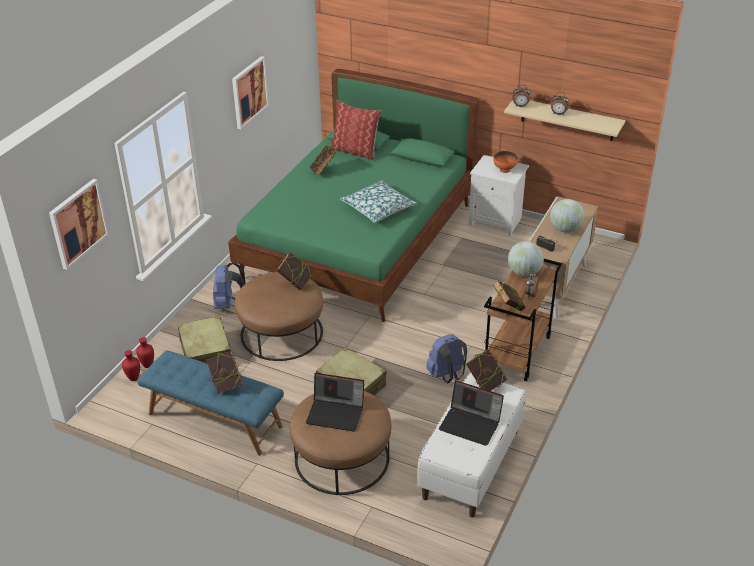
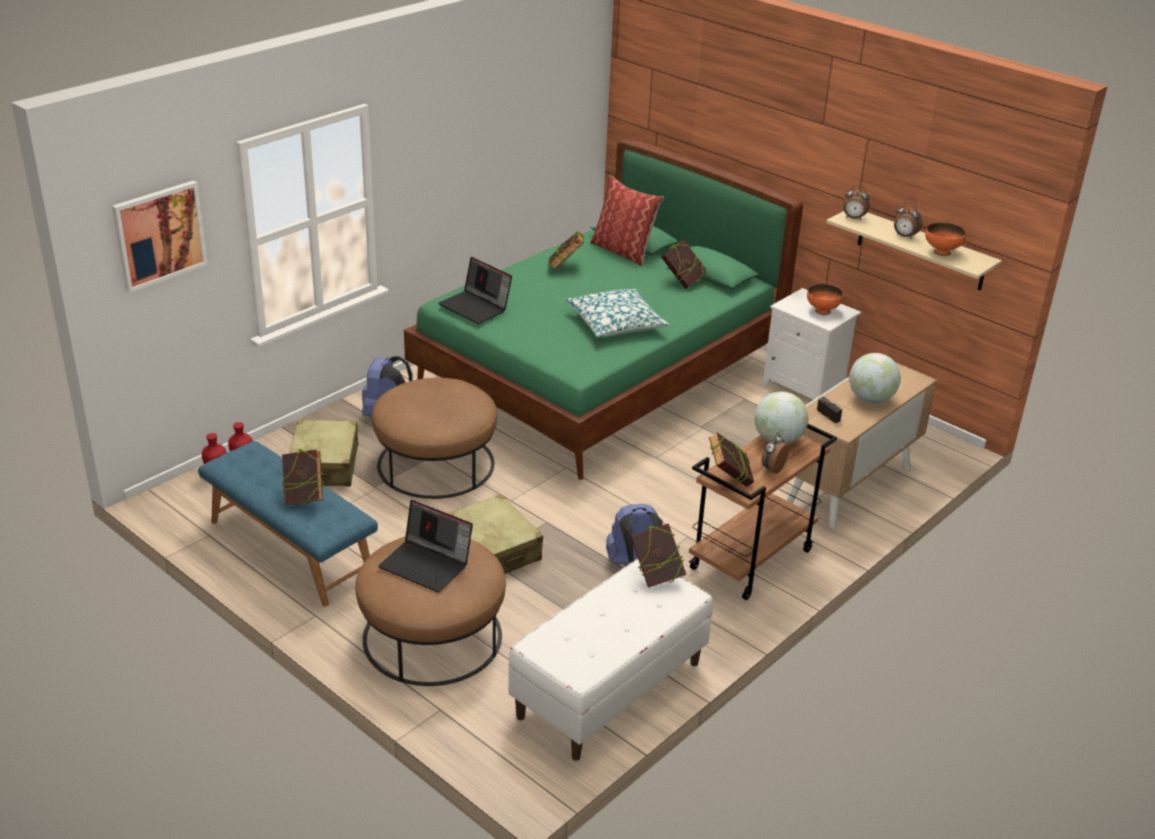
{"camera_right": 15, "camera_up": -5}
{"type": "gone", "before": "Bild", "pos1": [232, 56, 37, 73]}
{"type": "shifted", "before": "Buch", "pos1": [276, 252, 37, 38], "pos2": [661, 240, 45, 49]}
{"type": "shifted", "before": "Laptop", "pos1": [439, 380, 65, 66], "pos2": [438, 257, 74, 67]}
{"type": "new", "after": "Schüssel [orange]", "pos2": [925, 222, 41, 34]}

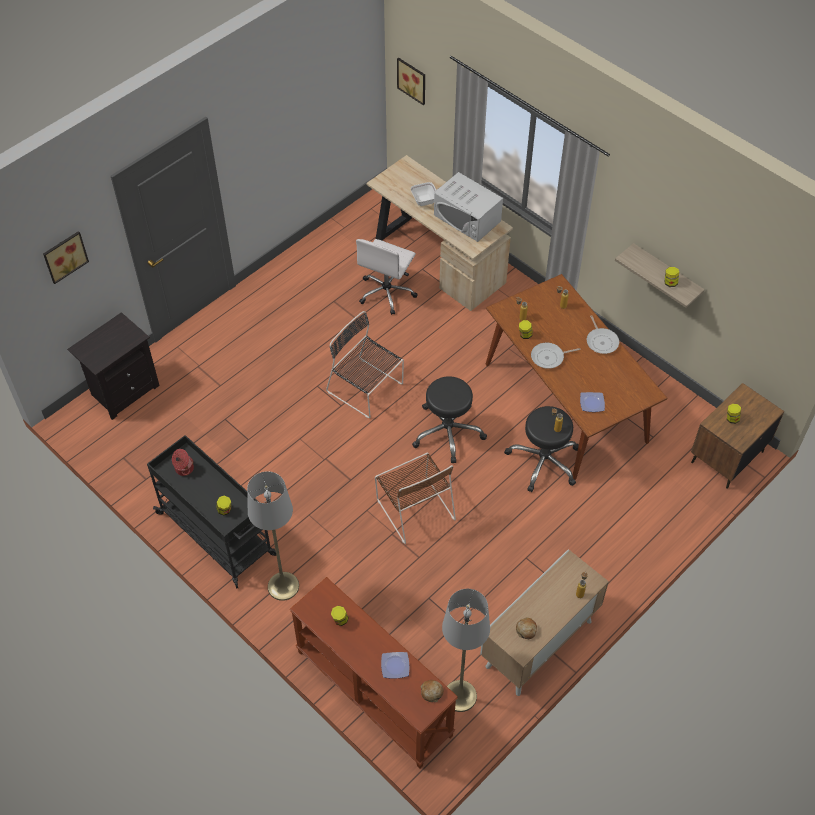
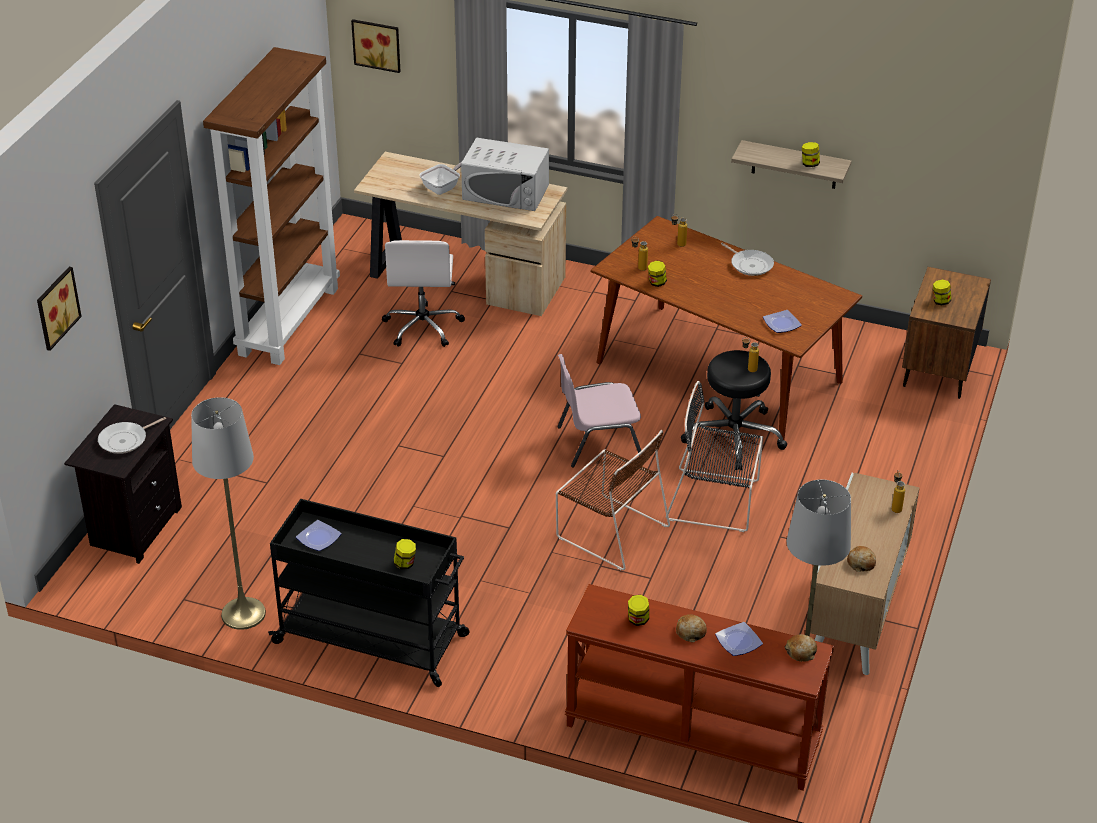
{"camera_right": -25, "camera_up": -15}
{"type": "shifted", "before": "Stuhl [schwarz]", "pos1": [326, 311, 78, 107], "pos2": [666, 381, 97, 151]}
{"type": "shifted", "before": "Pfanne", "pos1": [531, 343, 50, 26], "pos2": [98, 417, 68, 37]}
{"type": "swapped", "before": "Hocker [schwarz]", "after": "Stuhl [rosa]", "pos1": [412, 376, 75, 87], "pos2": [557, 354, 85, 114]}
{"type": "swapped", "before": "Kochtopf", "after": "Teller", "pos1": [172, 449, 22, 27], "pos2": [296, 520, 46, 31]}
{"type": "shifted", "before": "Stehlampe [grau]", "pos1": [247, 471, 52, 130], "pos2": [191, 397, 75, 233]}
{"type": "new", "after": "Bücherregal [braun]", "pos2": [203, 47, 137, 318]}
{"type": "new", "after": "Brot", "pos2": [676, 614, 31, 28]}

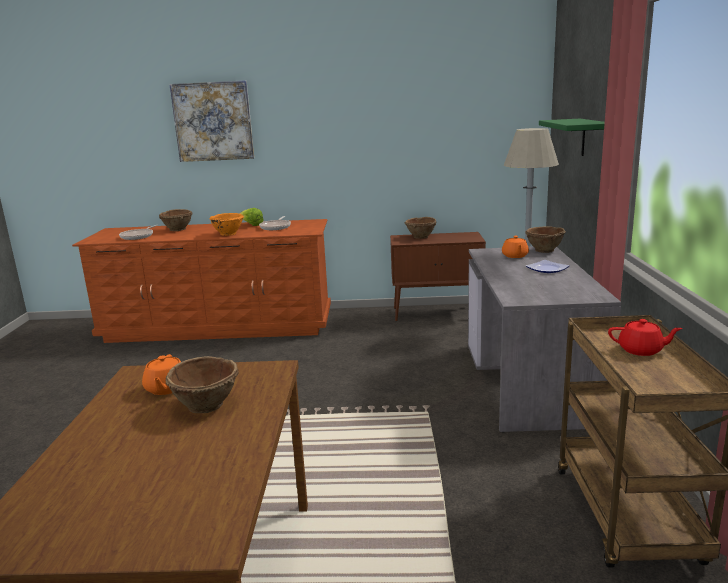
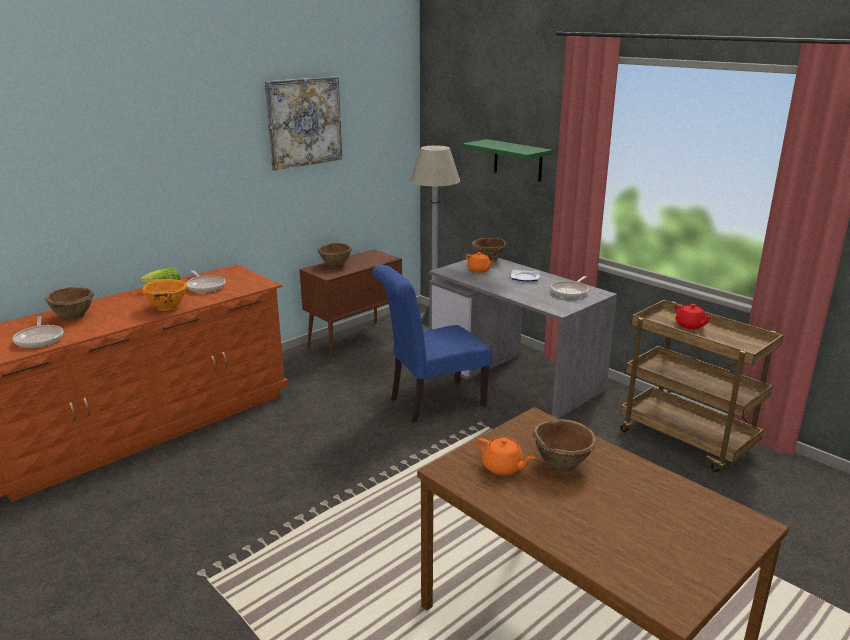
{"camera_right": -45, "camera_up": 5}
{"type": "shifted", "before": "Bild", "pos1": [169, 80, 85, 82], "pos2": [265, 76, 77, 94]}
{"type": "rotated", "before": "Teekanne [rot]", "pos1": [608, 319, 75, 37], "pos2": [674, 304, 39, 25], "turn": 90}
{"type": "new", "after": "Stuhl [blau]", "pos2": [372, 265, 120, 158]}
{"type": "new", "after": "Pfanne", "pos2": [551, 276, 38, 22]}

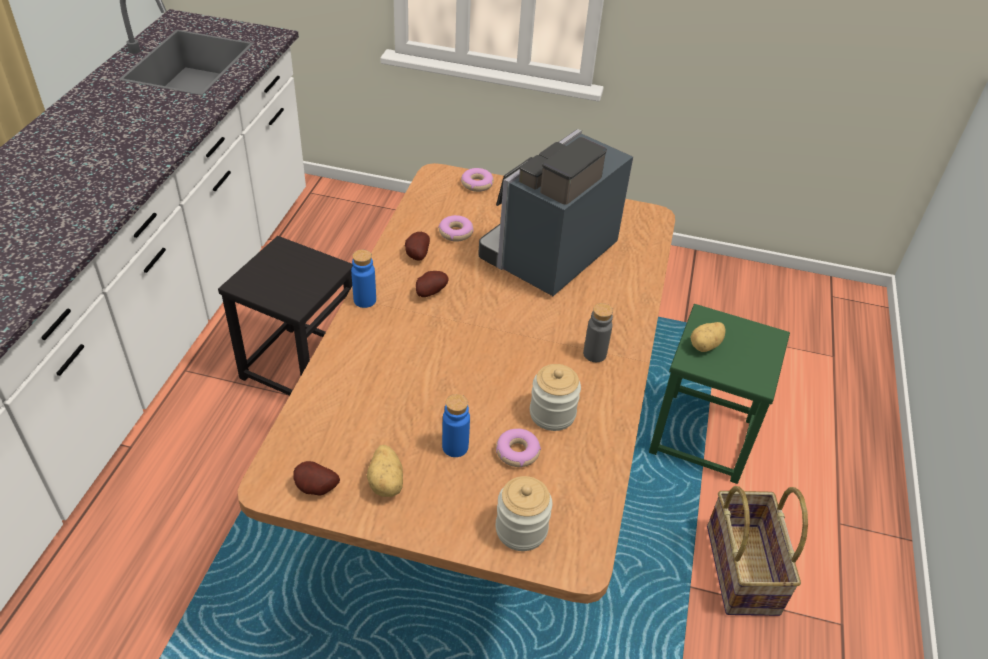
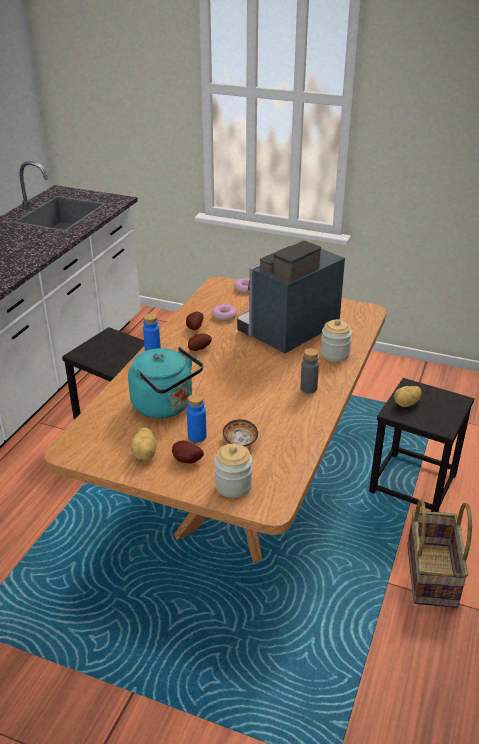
{"camera_right": 10, "camera_up": -10}
{"type": "repainted", "before": "Hocker [grün]", "after": "Hocker [schwarz]", "pos1": [649, 304, 141, 180], "pos2": [369, 378, 105, 134]}
{"type": "shifted", "before": "Vorratsglas", "pos1": [530, 364, 51, 67], "pos2": [321, 319, 31, 43]}
{"type": "swapped", "before": "Donut", "after": "Schüssel", "pos1": [496, 429, 45, 38], "pos2": [223, 419, 35, 28]}
{"type": "shifted", "before": "Kartoffel", "pos1": [293, 461, 47, 35], "pos2": [172, 440, 32, 24]}
{"type": "new", "after": "Wasserkessel [türkis]", "pos2": [128, 347, 75, 71]}

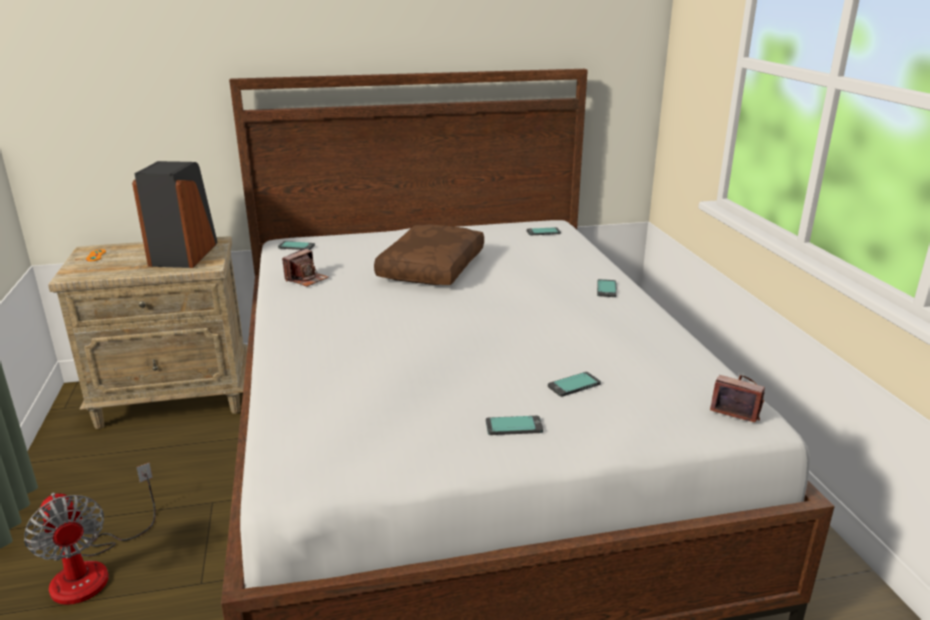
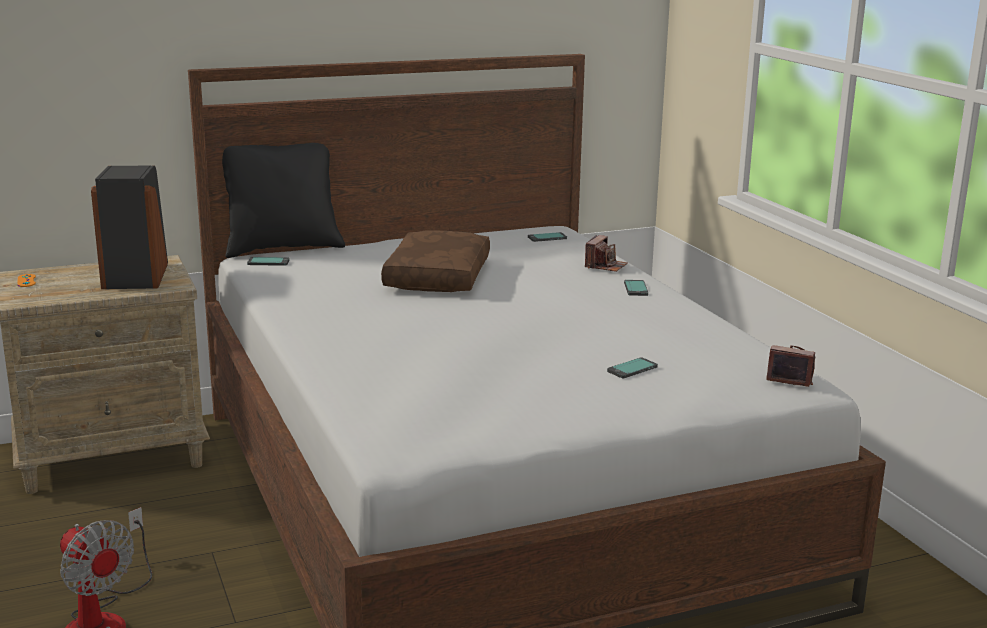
{"camera_right": -10, "camera_up": -5}
{"type": "shifted", "before": "Kamera", "pos1": [282, 249, 47, 38], "pos2": [585, 235, 43, 37]}
{"type": "gone", "before": "Handy", "pos1": [486, 416, 57, 19]}
{"type": "new", "after": "Kissen [schwarz]", "pos2": [222, 143, 123, 115]}

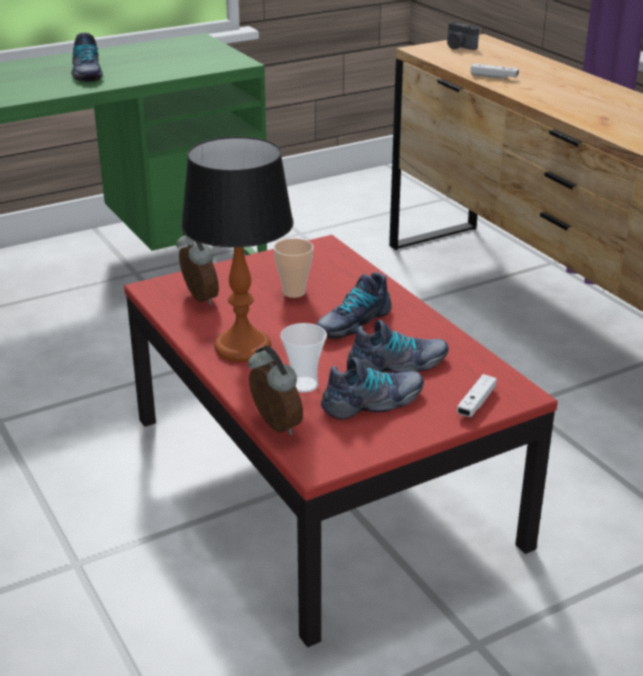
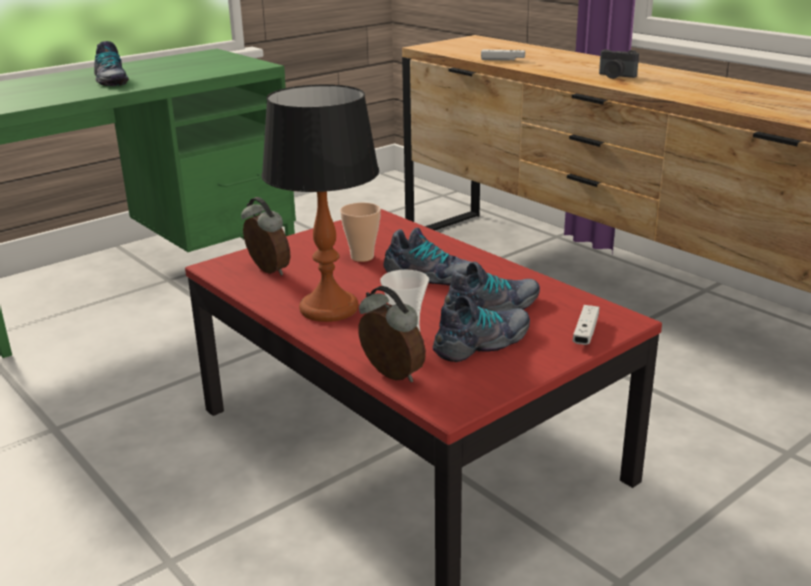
{"camera_right": -10, "camera_up": -5}
{"type": "shifted", "before": "Kamera", "pos1": [447, 22, 32, 28], "pos2": [599, 49, 40, 30]}
{"type": "rotated", "before": "Schuh", "pos1": [316, 272, 76, 67], "pos2": [384, 228, 87, 58], "turn": -105}

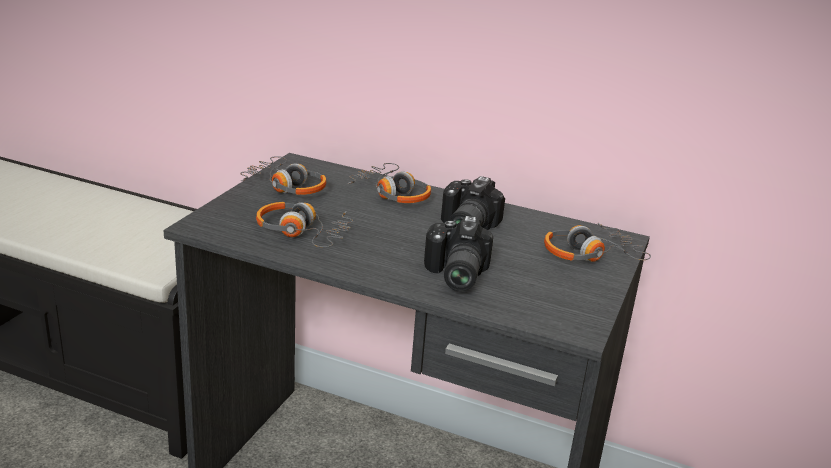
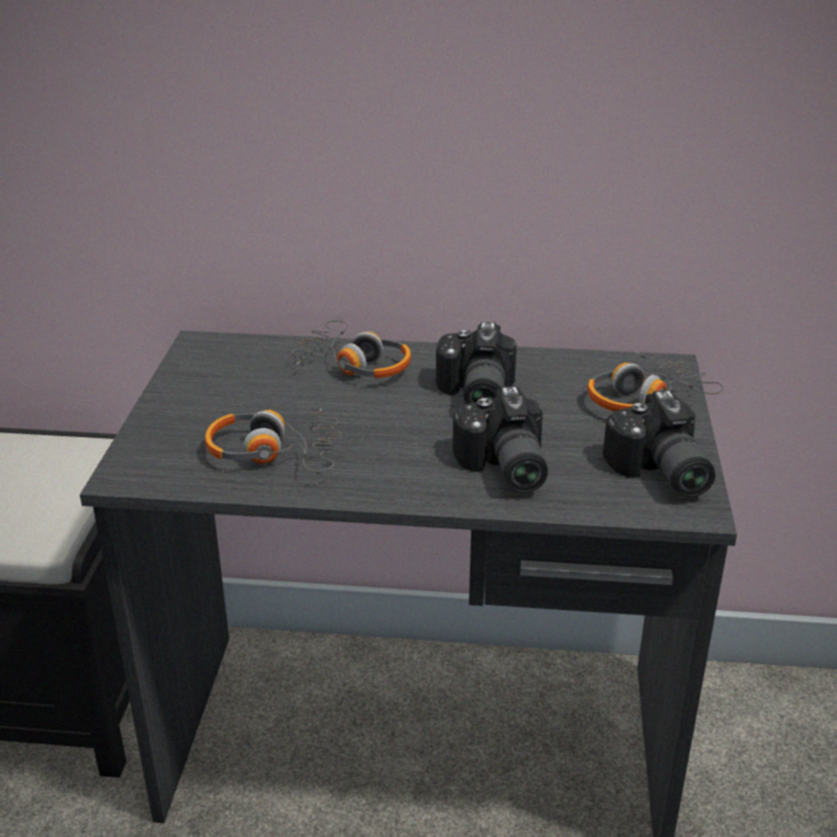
{"camera_right": -15, "camera_up": 5}
{"type": "gone", "before": "Kopfhörer", "pos1": [240, 156, 87, 39]}
{"type": "new", "after": "Kamera", "pos2": [603, 390, 112, 107]}

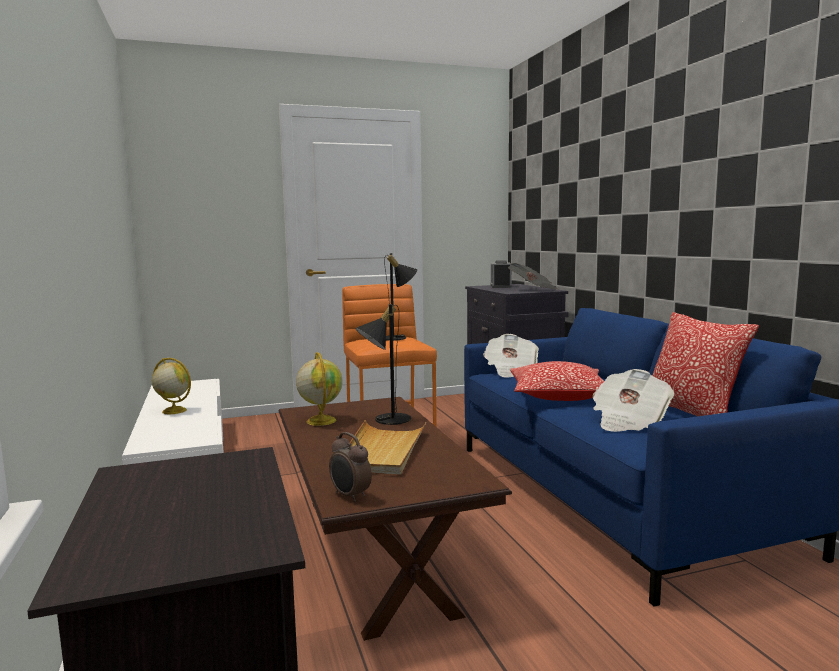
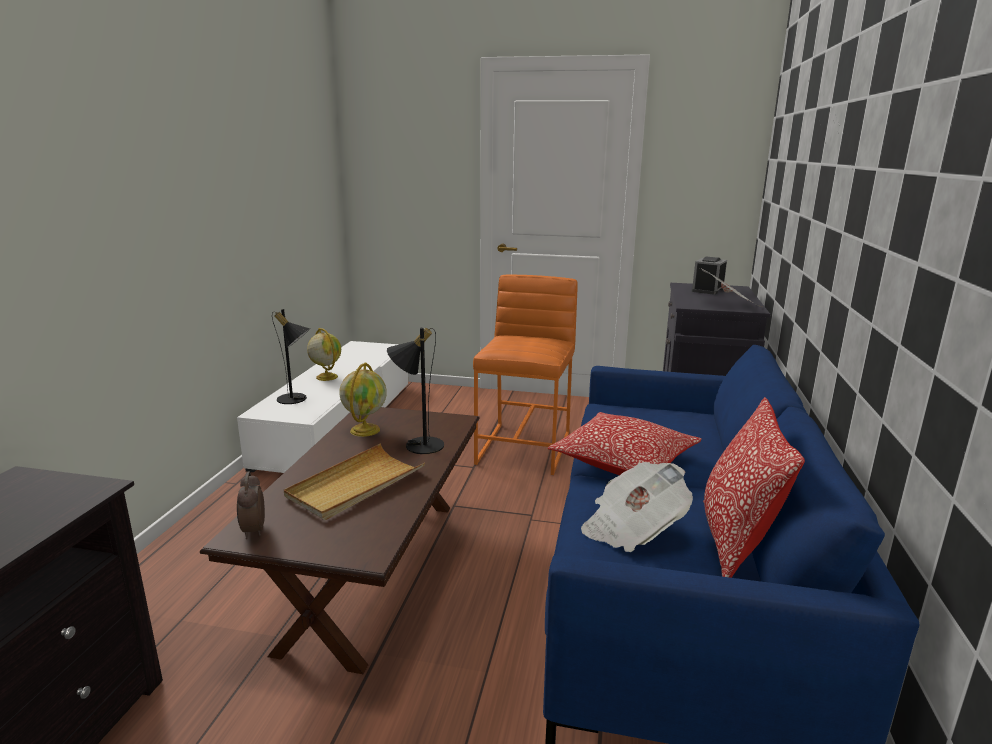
{"camera_right": 30, "camera_up": 10}
{"type": "shifted", "before": "Tischlampe [schwarz]", "pos1": [384, 253, 33, 88], "pos2": [272, 309, 38, 95]}
{"type": "gone", "before": "Zeitung", "pos1": [483, 334, 56, 44]}

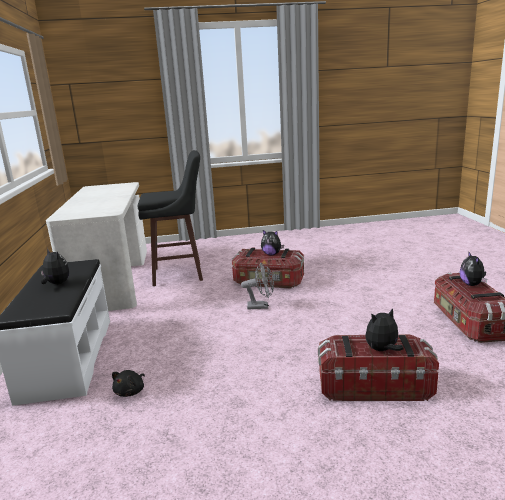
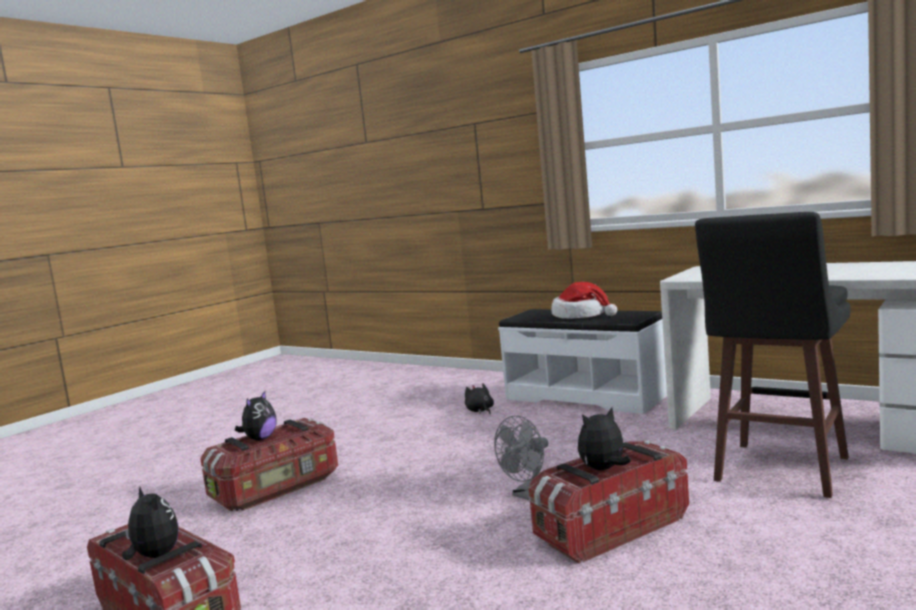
{"camera_right": 135, "camera_up": -10}
{"type": "swapped", "before": "Plüschtier", "after": "Hut", "pos1": [41, 248, 28, 37], "pos2": [551, 282, 66, 37]}

